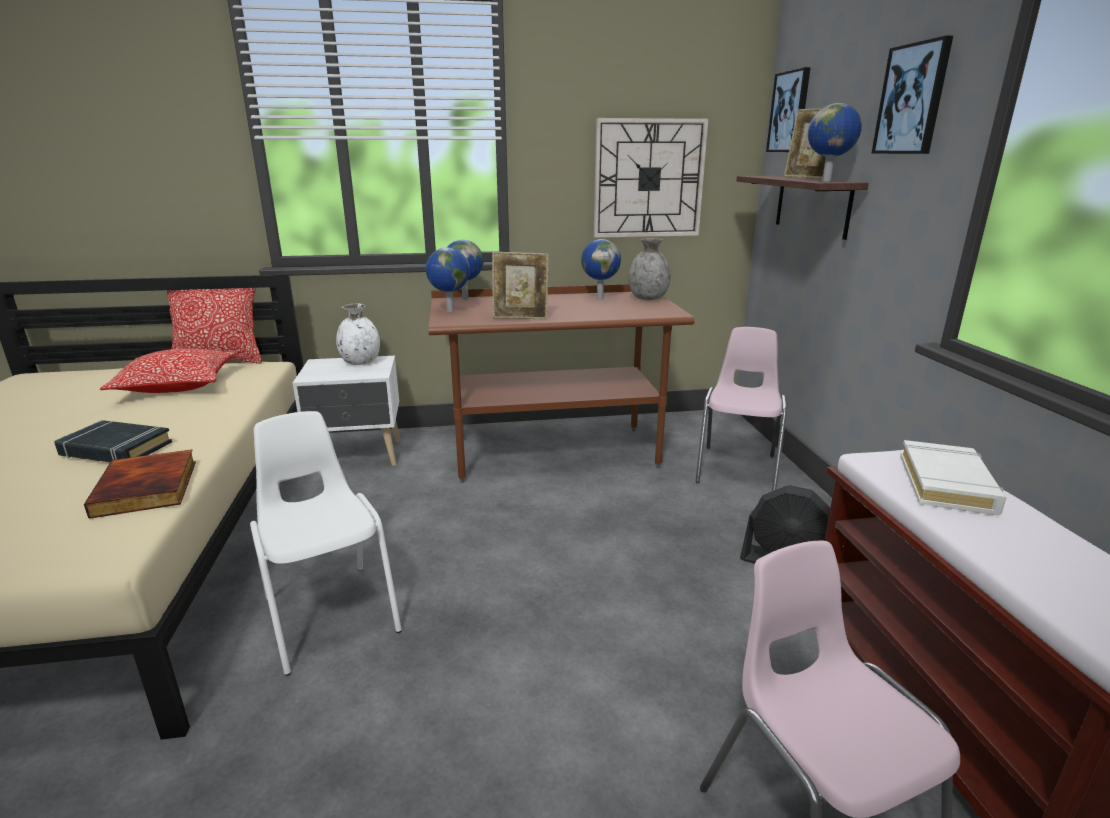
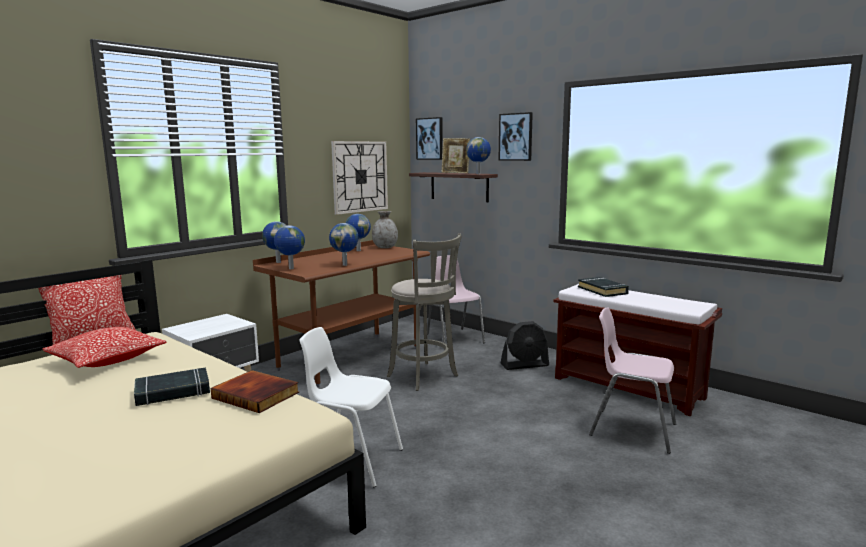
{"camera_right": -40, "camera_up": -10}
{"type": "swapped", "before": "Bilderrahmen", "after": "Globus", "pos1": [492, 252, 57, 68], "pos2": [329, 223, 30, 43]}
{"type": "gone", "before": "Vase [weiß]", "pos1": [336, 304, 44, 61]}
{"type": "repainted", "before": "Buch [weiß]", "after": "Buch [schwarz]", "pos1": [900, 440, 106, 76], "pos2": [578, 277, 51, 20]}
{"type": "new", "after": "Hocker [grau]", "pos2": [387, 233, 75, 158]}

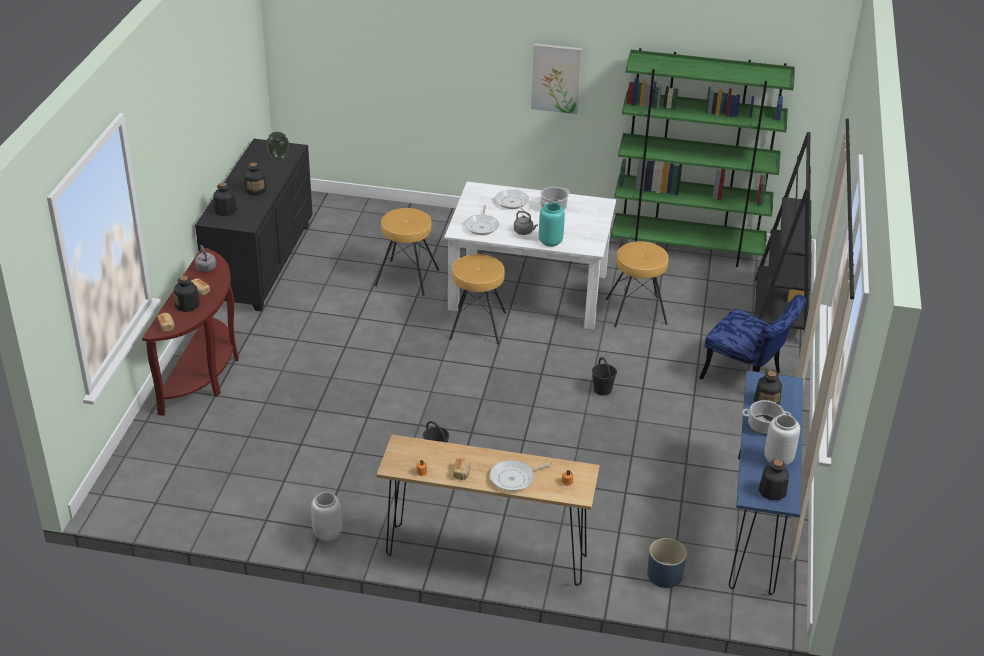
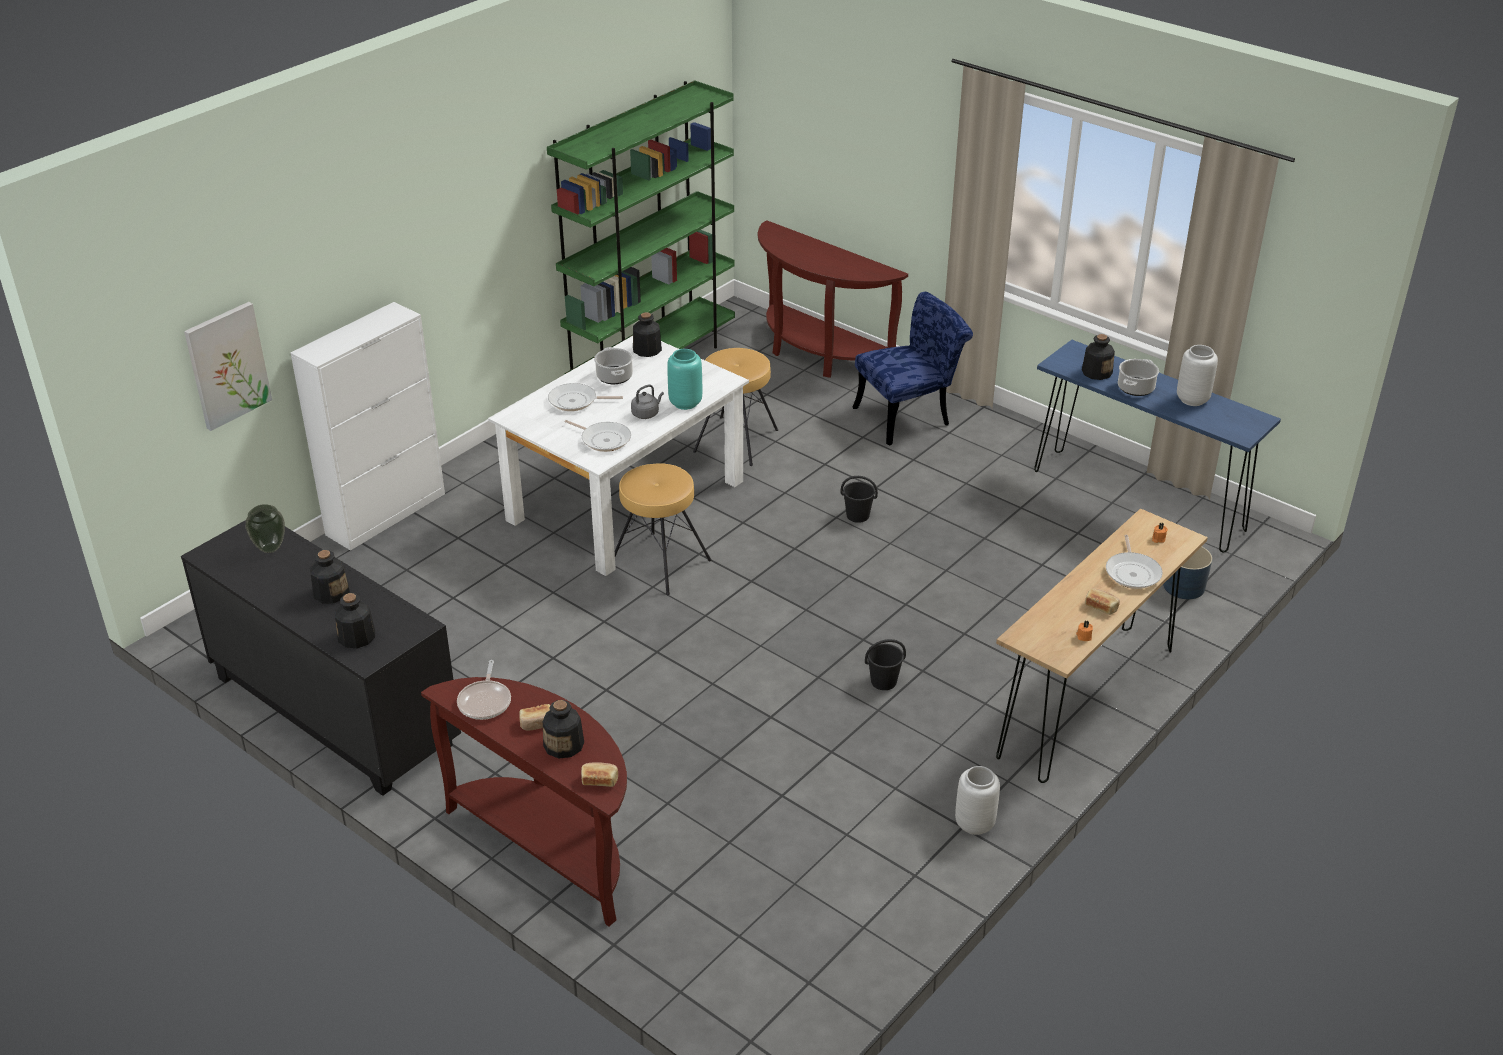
{"camera_right": -60, "camera_up": 0}
{"type": "shifted", "before": "Bild", "pos1": [531, 44, 51, 70], "pos2": [184, 302, 88, 129]}
{"type": "swapped", "before": "Bücherregal [schwarz]", "after": "Konsolentisch [braun]", "pos1": [754, 132, 58, 199], "pos2": [758, 220, 150, 158]}
{"type": "gone", "before": "Hocker [braun]", "pos1": [375, 208, 64, 88]}
{"type": "swapped", "before": "Wasserkessel [grau]", "after": "Pfanne", "pos1": [195, 245, 21, 27], "pos2": [457, 660, 54, 60]}
{"type": "shifted", "before": "Flasche", "pos1": [758, 459, 31, 41], "pos2": [633, 312, 29, 45]}
{"type": "new", "after": "Schrank [weiß]", "pos2": [290, 302, 155, 249]}

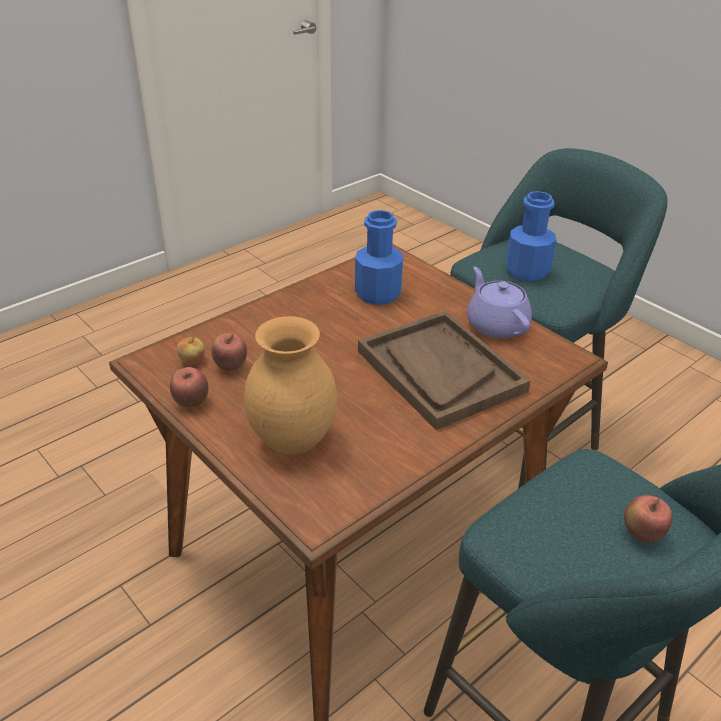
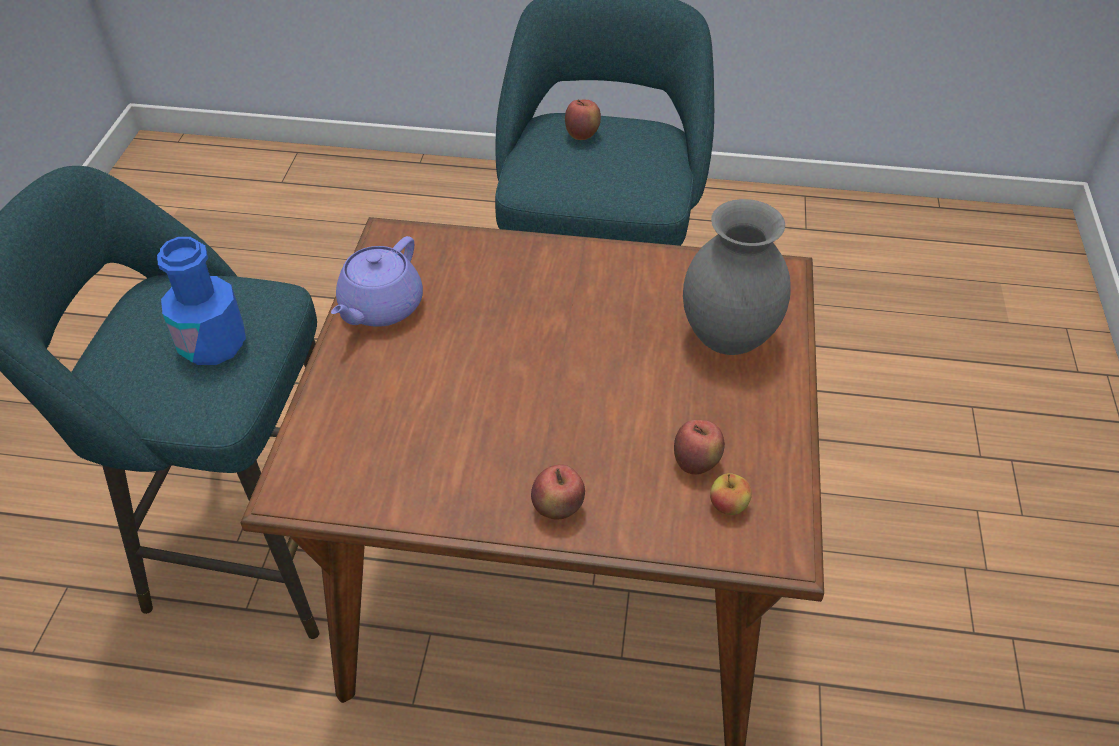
{"camera_right": -130, "camera_up": 10}
{"type": "gone", "before": "Flasche [blau]", "pos1": [355, 210, 48, 95]}
{"type": "gone", "before": "Tablett [braun]", "pos1": [358, 311, 172, 119]}
{"type": "repainted", "before": "Vase [braun]", "after": "Vase [grau]", "pos1": [244, 316, 93, 139], "pos2": [683, 199, 108, 156]}
{"type": "shifted", "before": "Apfel", "pos1": [170, 367, 38, 41], "pos2": [531, 464, 54, 55]}

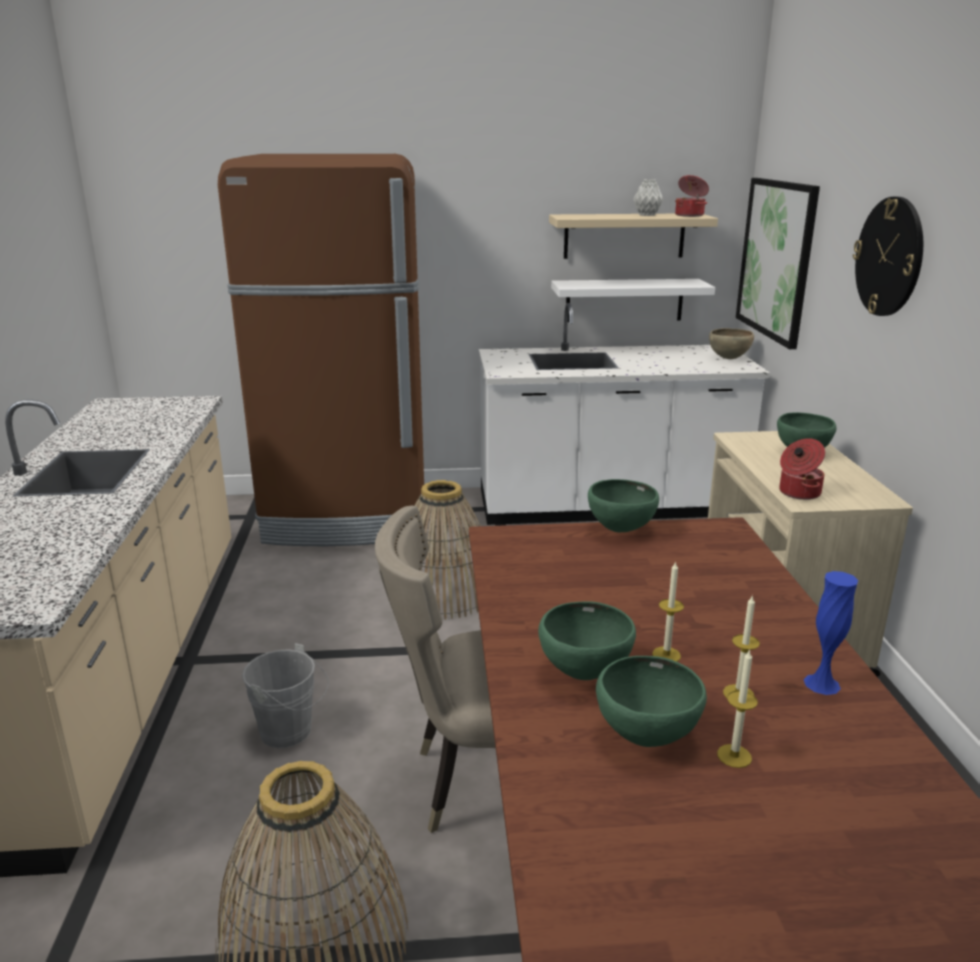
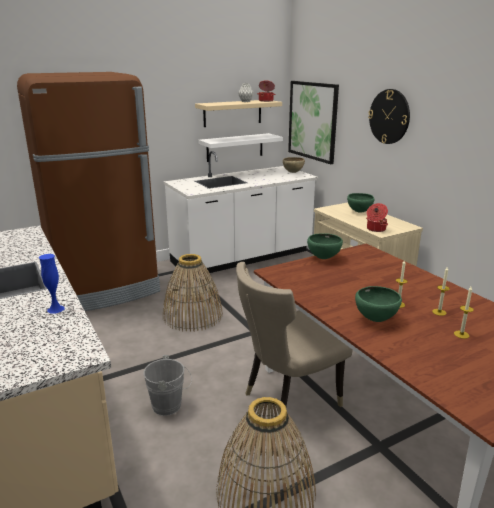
{"camera_right": -25, "camera_up": 0}
{"type": "shifted", "before": "Vase [blau]", "pos1": [804, 571, 54, 124], "pos2": [39, 254, 25, 59]}
{"type": "gone", "before": "Schüssel [grün]", "pos1": [596, 656, 111, 91]}

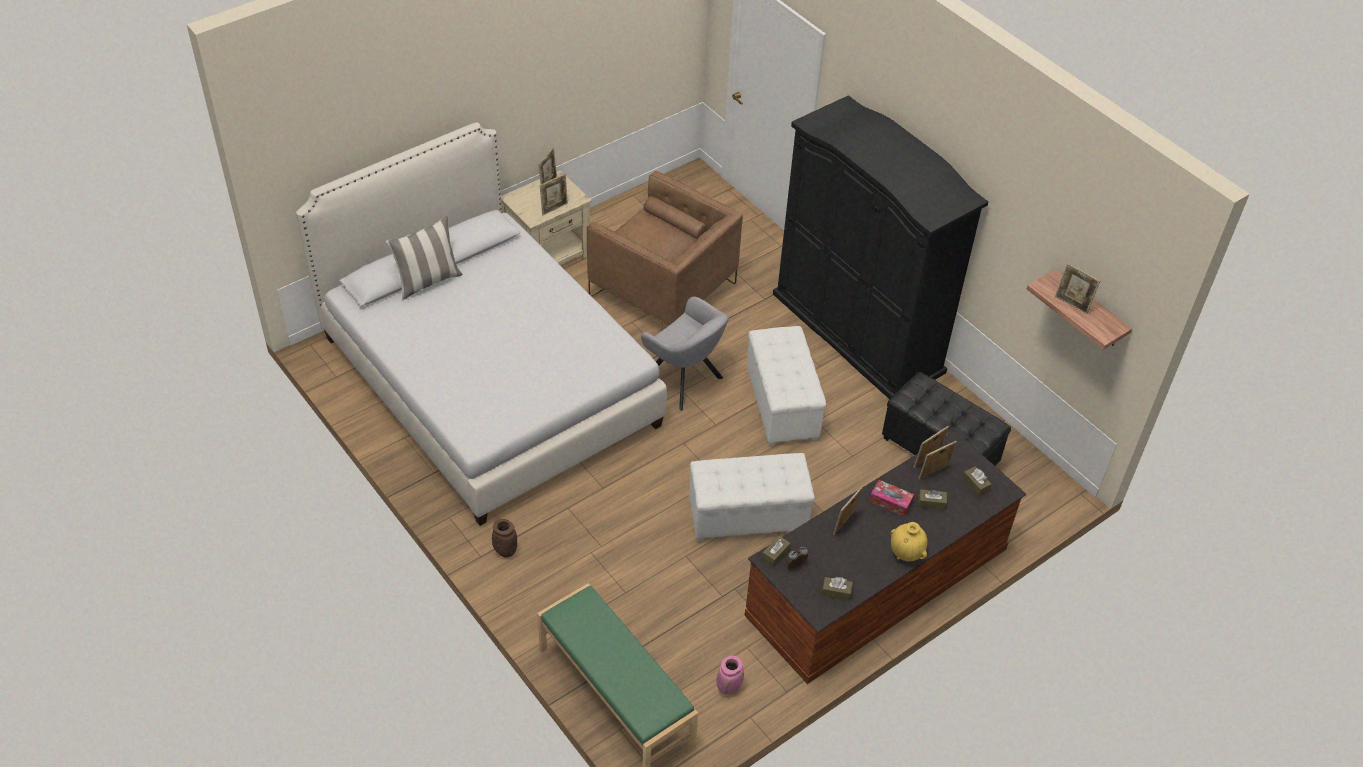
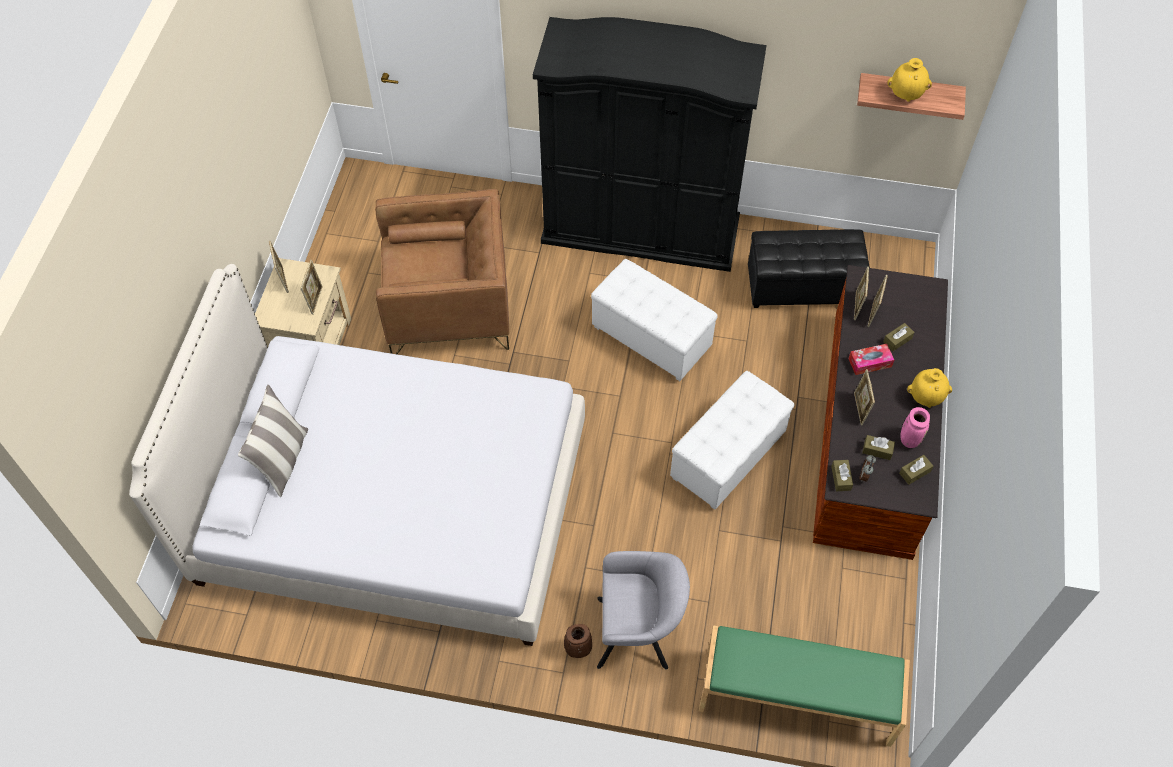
{"camera_right": -40, "camera_up": 10}
{"type": "swapped", "before": "Bilderrahmen", "after": "Vase [gelb]", "pos1": [1055, 263, 45, 51], "pos2": [888, 58, 44, 44]}
{"type": "shifted", "before": "Sessel [grau]", "pos1": [641, 297, 88, 114], "pos2": [597, 551, 93, 119]}
{"type": "shifted", "before": "Taschentuchbox [braun]", "pos1": [962, 467, 30, 30], "pos2": [862, 435, 33, 25]}
{"type": "shifted", "before": "Vase [rosa]", "pos1": [716, 656, 28, 39], "pos2": [900, 407, 30, 41]}

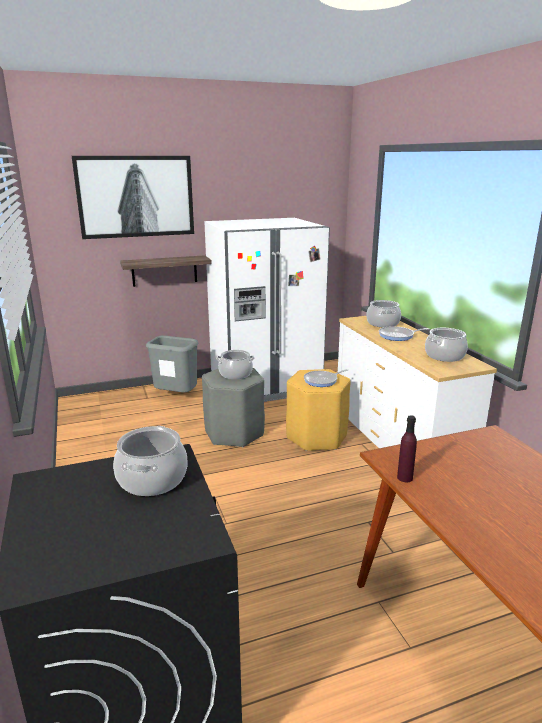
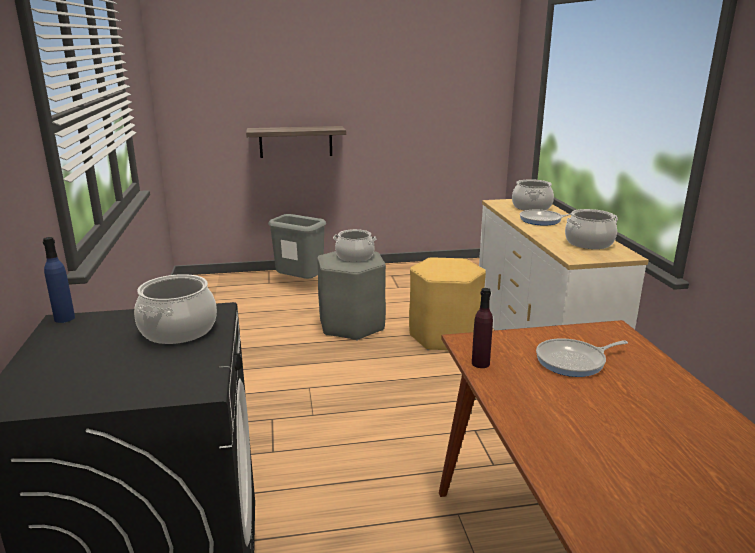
{"camera_right": 10, "camera_up": 0}
{"type": "gone", "before": "Bild", "pos1": [72, 156, 122, 83]}
{"type": "gone", "before": "Kühlschrank [weiß]", "pos1": [204, 218, 126, 184]}
{"type": "shifted", "before": "Pfanne", "pos1": [304, 369, 44, 18], "pos2": [536, 338, 92, 39]}
{"type": "new", "after": "Flasche [blau]", "pos2": [43, 237, 32, 86]}

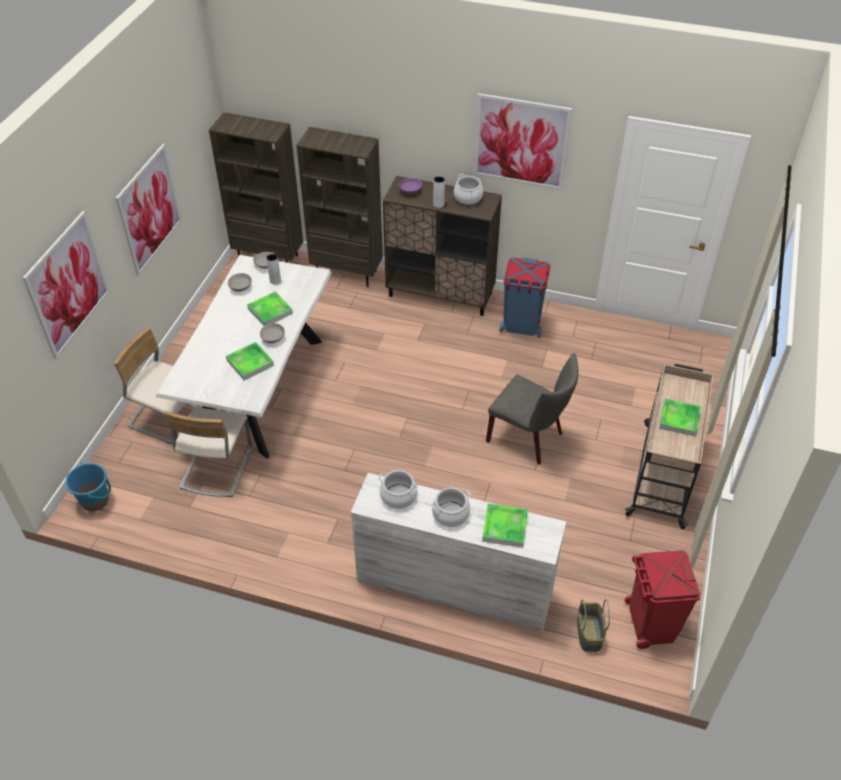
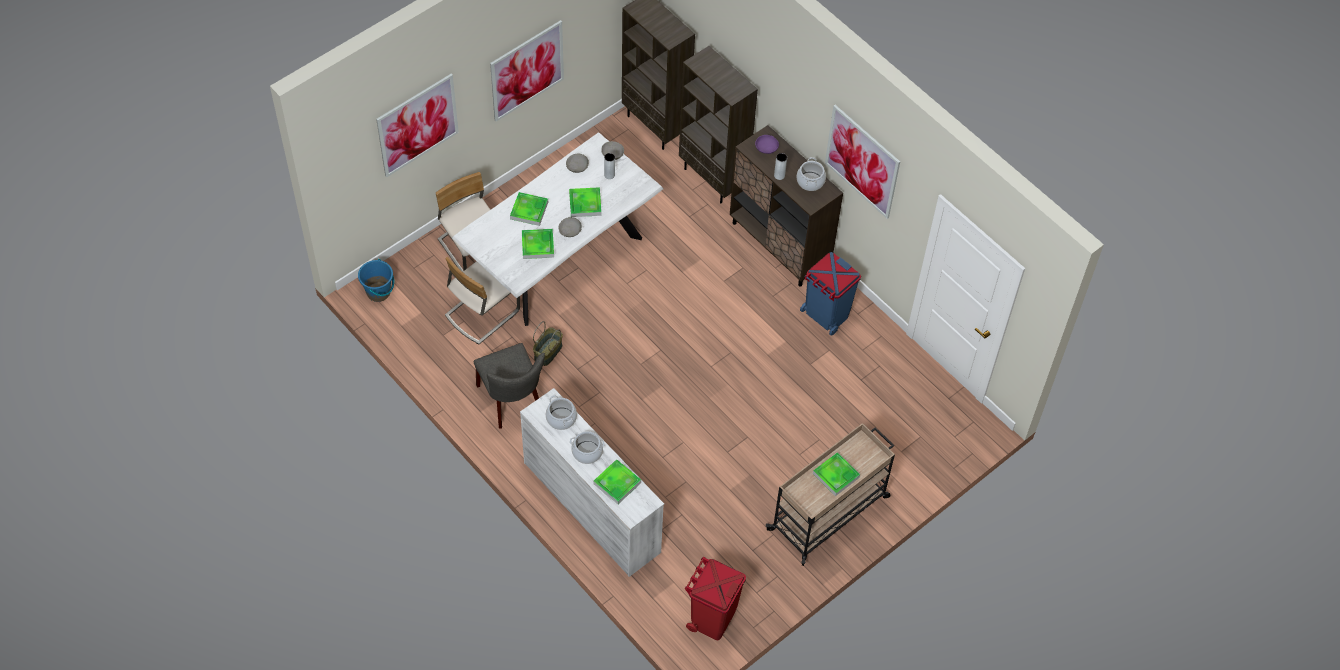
{"camera_right": 30, "camera_up": 10}
{"type": "shifted", "before": "Stuhl [grau]", "pos1": [486, 353, 92, 112], "pos2": [474, 343, 71, 86]}
{"type": "shifted", "before": "Korb", "pos1": [577, 599, 33, 53], "pos2": [533, 321, 30, 45]}
{"type": "new", "after": "Tablett", "pos2": [510, 192, 38, 34]}

